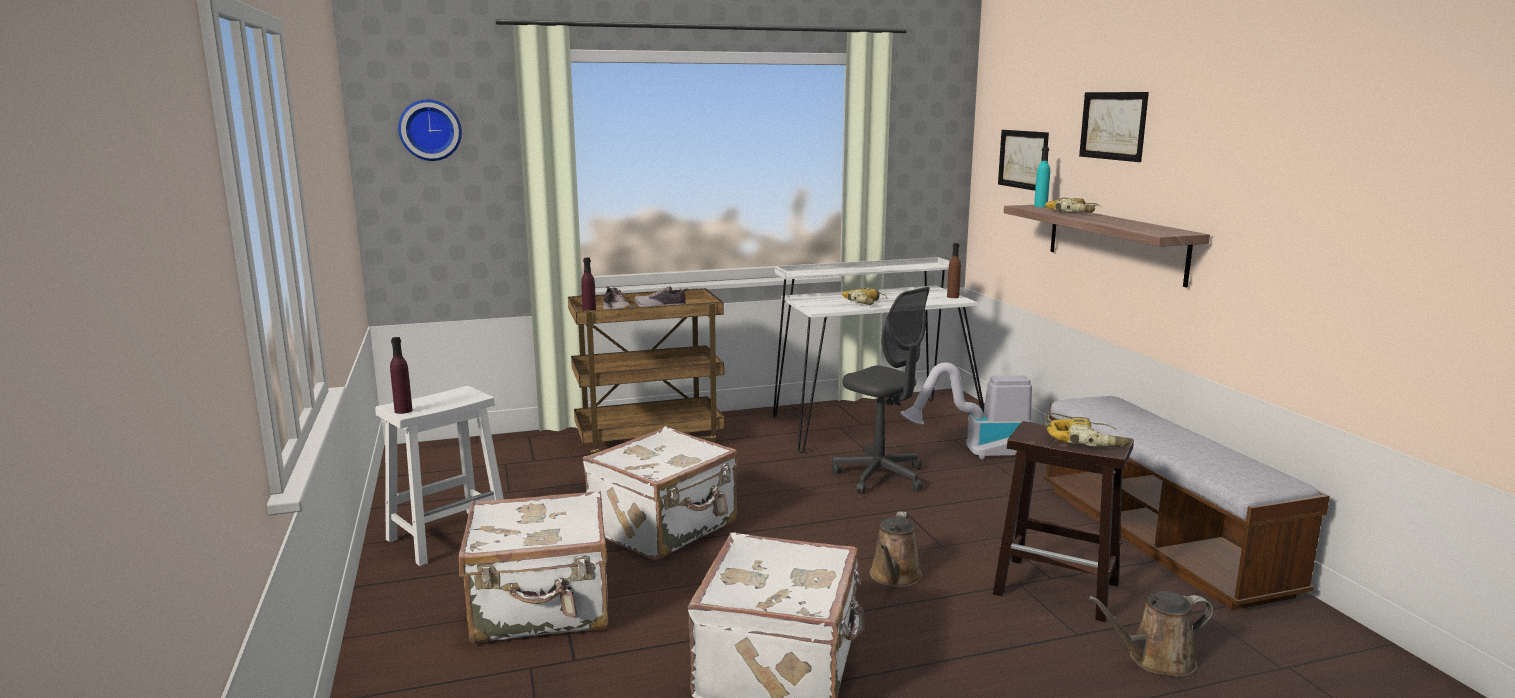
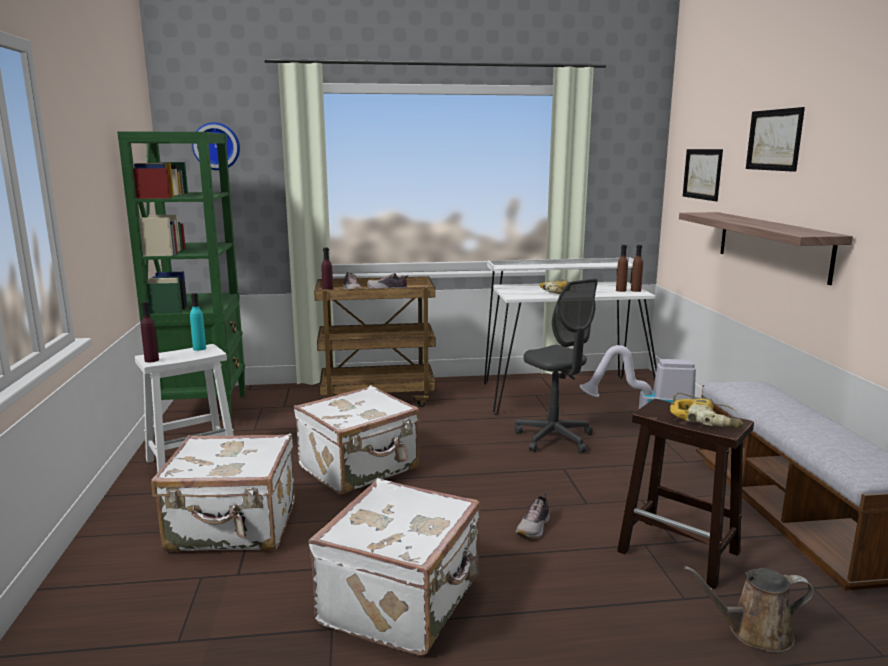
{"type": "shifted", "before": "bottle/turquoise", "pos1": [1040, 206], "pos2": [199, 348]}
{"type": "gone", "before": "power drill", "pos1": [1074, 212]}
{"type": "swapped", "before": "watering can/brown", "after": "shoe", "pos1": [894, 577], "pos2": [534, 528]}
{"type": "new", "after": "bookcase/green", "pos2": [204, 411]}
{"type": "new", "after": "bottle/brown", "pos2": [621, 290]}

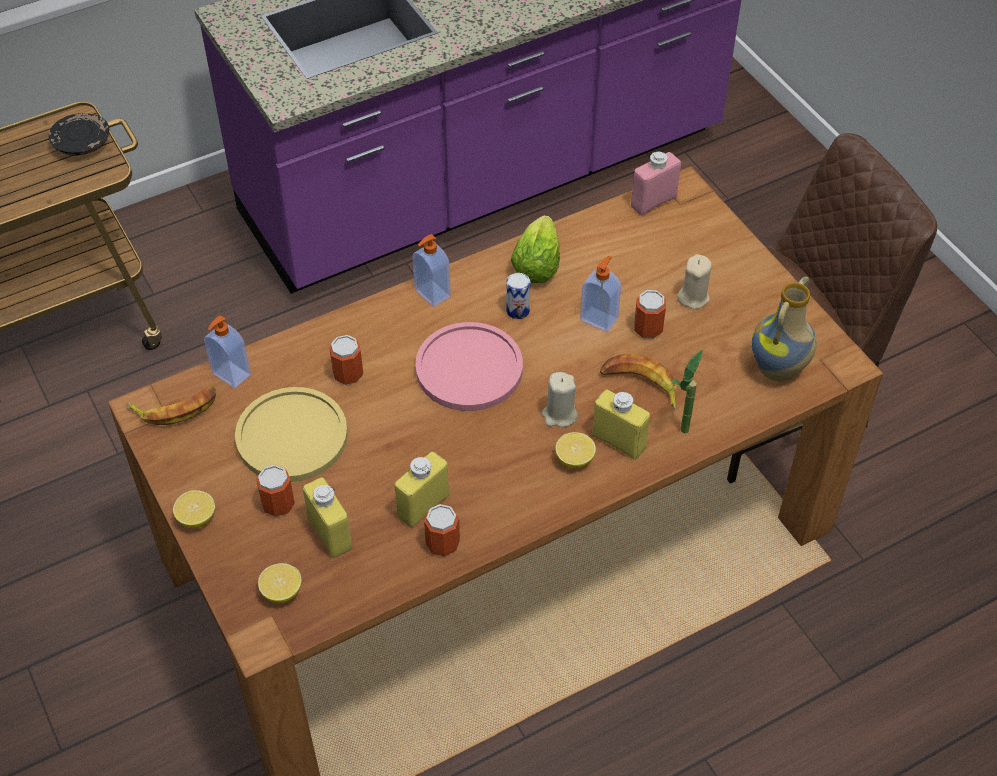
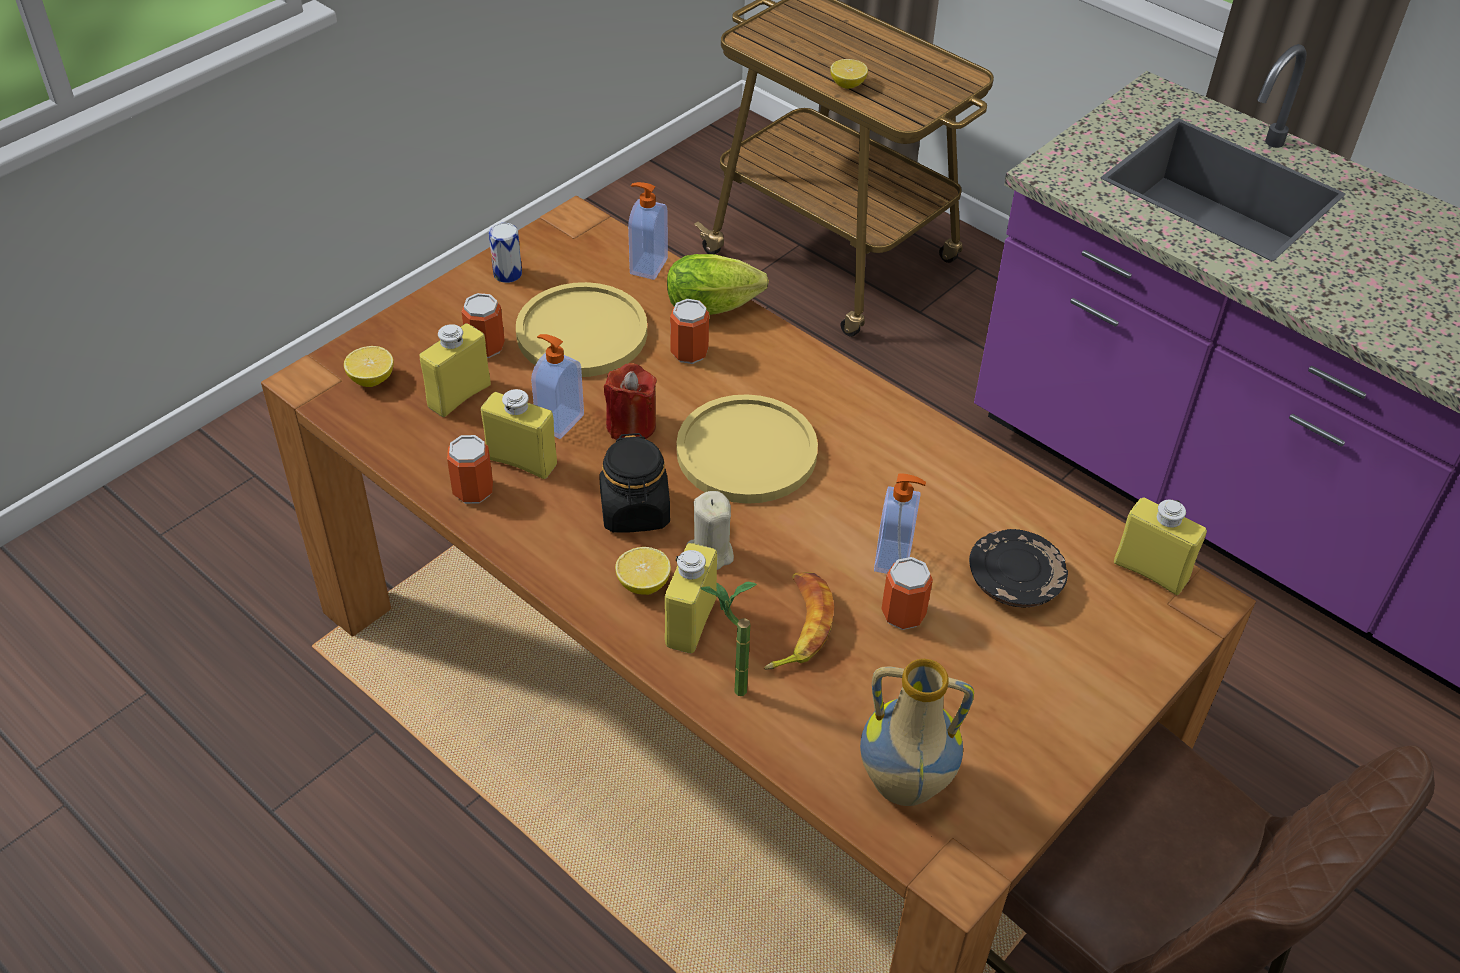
{"type": "shifted", "before": "plate/black", "pos1": [81, 143], "pos2": [1014, 580]}
{"type": "repainted", "before": "bottle/pink", "after": "bottle/yellow", "pos1": [653, 201], "pos2": [1150, 571]}
{"type": "shifted", "before": "lettuce", "pos1": [538, 263], "pos2": [717, 307]}
{"type": "shifted", "before": "soap dispenser", "pos1": [431, 294], "pos2": [558, 421]}
{"type": "gone", "before": "candle/beige", "pos1": [693, 297]}
{"type": "shifted", "before": "can", "pos1": [517, 310], "pos2": [507, 274]}
{"type": "repainted", "before": "plate/pink", "after": "plate/yellow", "pos1": [469, 368], "pos2": [746, 451]}
{"type": "gone", "before": "banana", "pos1": [176, 408]}
{"type": "shifted", "before": "lemon", "pos1": [197, 518], "pos2": [847, 84]}
{"type": "new", "after": "candle/red", "pos2": [631, 425]}
{"type": "new", "after": "jar/black", "pos2": [635, 511]}

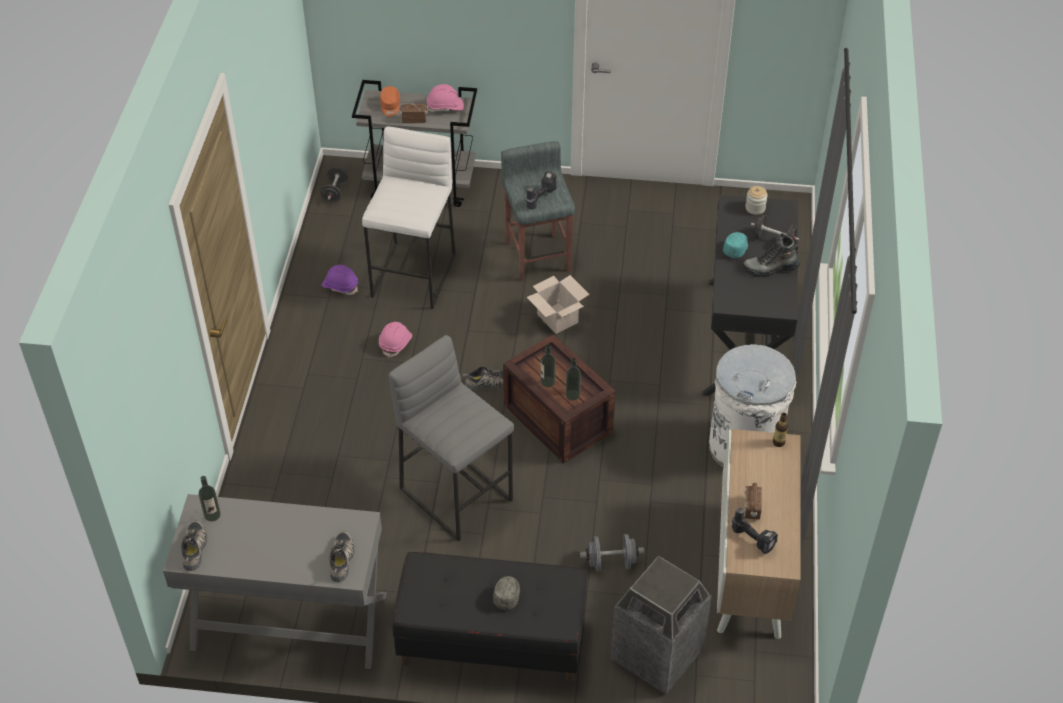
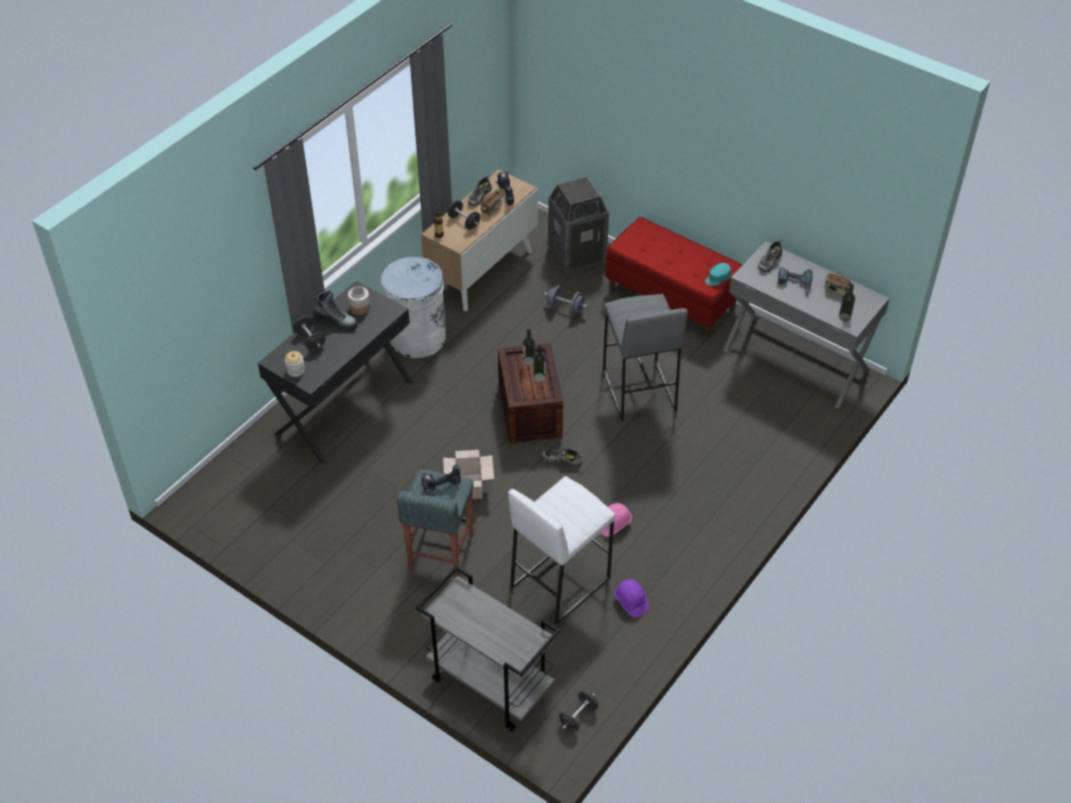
{"type": "gone", "before": "hard hat/pink", "pos1": [445, 107]}
{"type": "gone", "before": "cap/orange", "pos1": [390, 106]}
{"type": "shifted", "before": "radio", "pos1": [414, 119], "pos2": [836, 290]}
{"type": "shifted", "before": "cap/turquoise", "pos1": [736, 248], "pos2": [717, 278]}
{"type": "shifted", "before": "shoe", "pos1": [195, 548], "pos2": [479, 195]}
{"type": "repainted", "before": "bench/black", "after": "bench/red", "pos1": [491, 642], "pos2": [671, 299]}
{"type": "gone", "before": "cap/grey", "pos1": [507, 594]}
{"type": "new", "after": "dumbbell/black", "pos2": [464, 222]}
{"type": "new", "after": "power drill", "pos2": [794, 282]}
{"type": "new", "after": "jar", "pos2": [359, 307]}

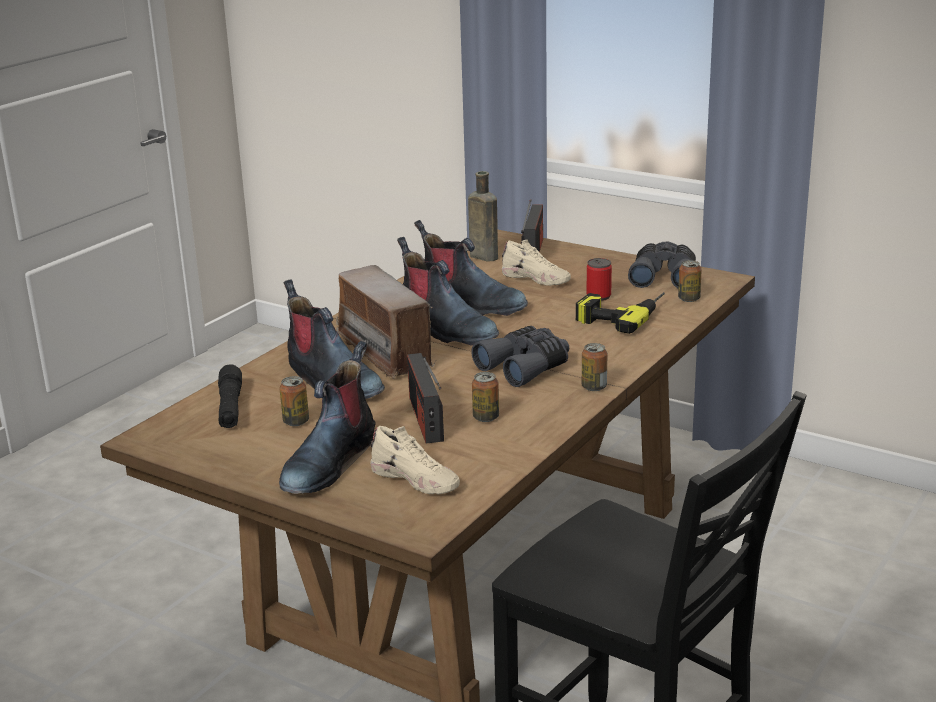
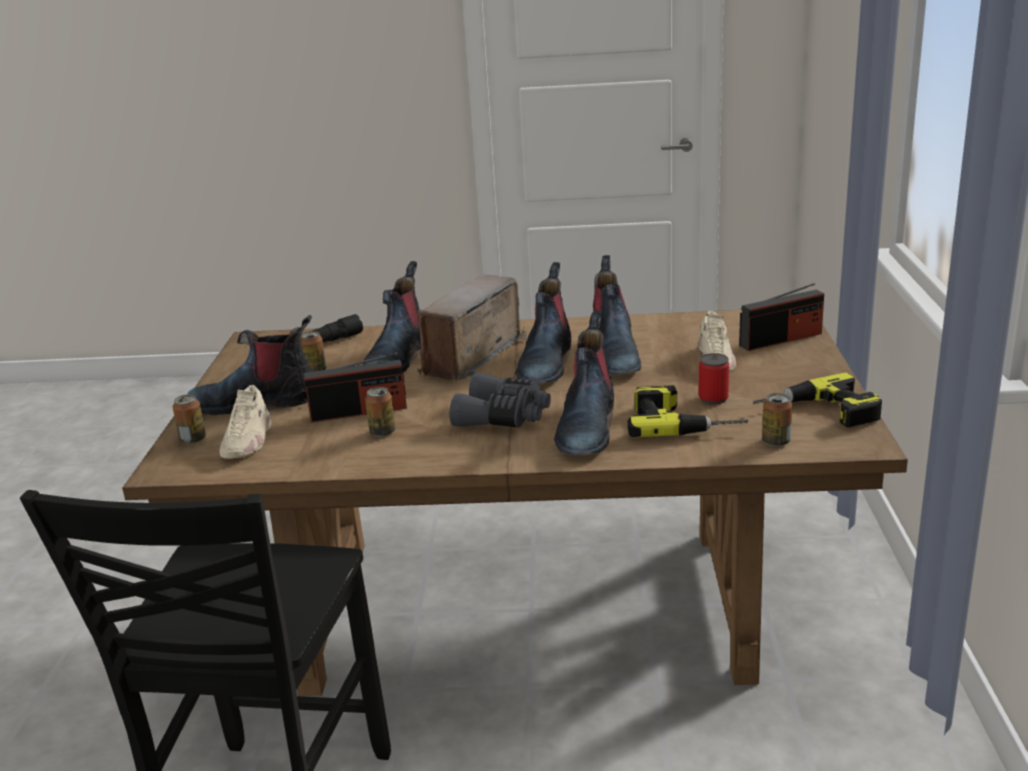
{"type": "gone", "before": "bottle/brown", "pos1": [482, 256]}
{"type": "swapped", "before": "binoculars/grey", "after": "power drill", "pos1": [664, 276], "pos2": [819, 413]}
{"type": "shifted", "before": "can", "pos1": [594, 387], "pos2": [193, 439]}
{"type": "rotated", "before": "radio", "pos1": [426, 419], "pos2": [359, 411], "turn": -150}
{"type": "new", "after": "boot", "pos2": [586, 427]}

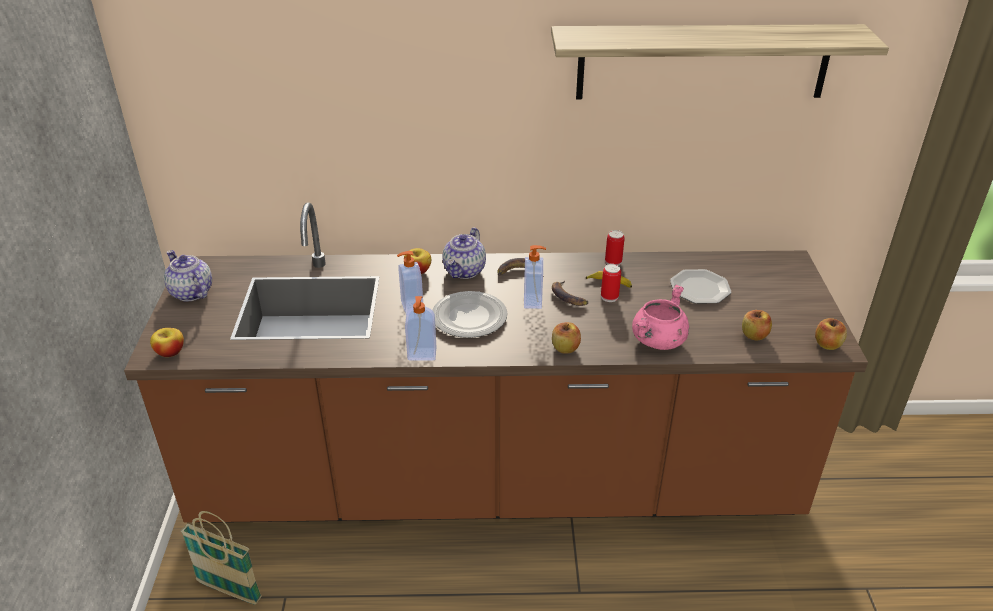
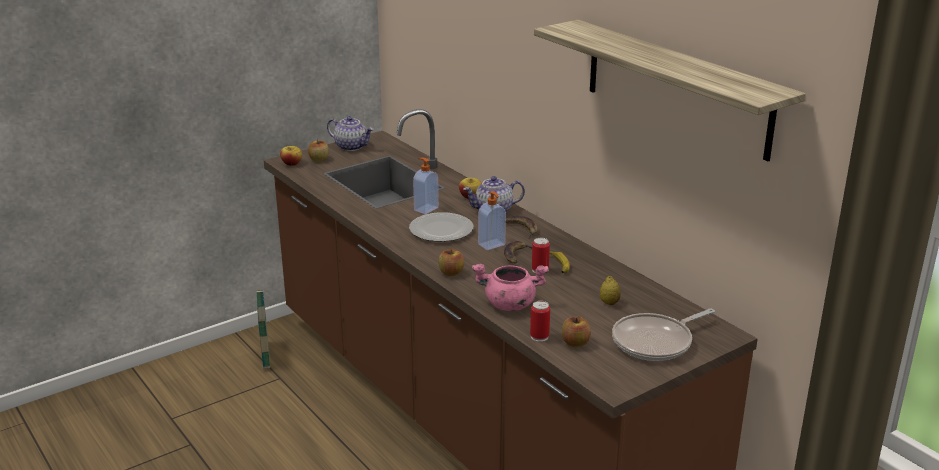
{"type": "shifted", "before": "can", "pos1": [613, 262], "pos2": [539, 336]}
{"type": "rotated", "before": "teapot", "pos1": [191, 292], "pos2": [351, 146], "turn": 105}
{"type": "swapped", "before": "plate", "after": "lemon", "pos1": [699, 288], "pos2": [609, 303]}
{"type": "gone", "before": "soap dispenser", "pos1": [422, 355]}
{"type": "shifted", "before": "apple", "pos1": [827, 344], "pos2": [319, 159]}
{"type": "new", "after": "frying pan", "pos2": [656, 342]}

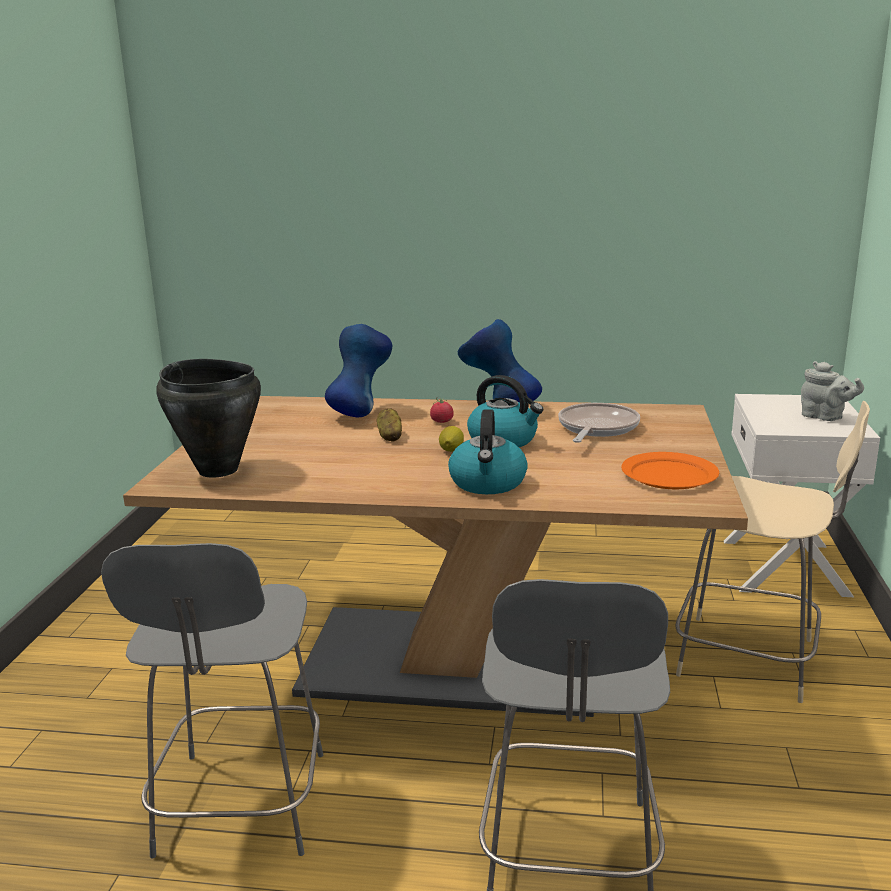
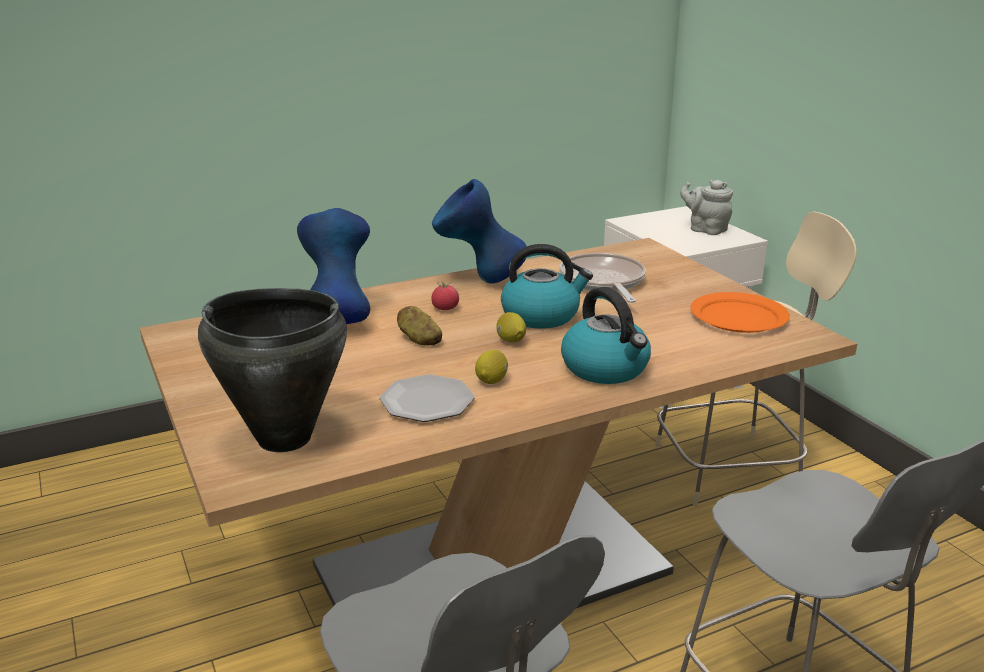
{"type": "rotated", "before": "teapot/grey", "pos1": [825, 417], "pos2": [705, 229], "turn": -150}
{"type": "new", "after": "lemon", "pos2": [492, 380]}
{"type": "new", "after": "plate", "pos2": [428, 401]}

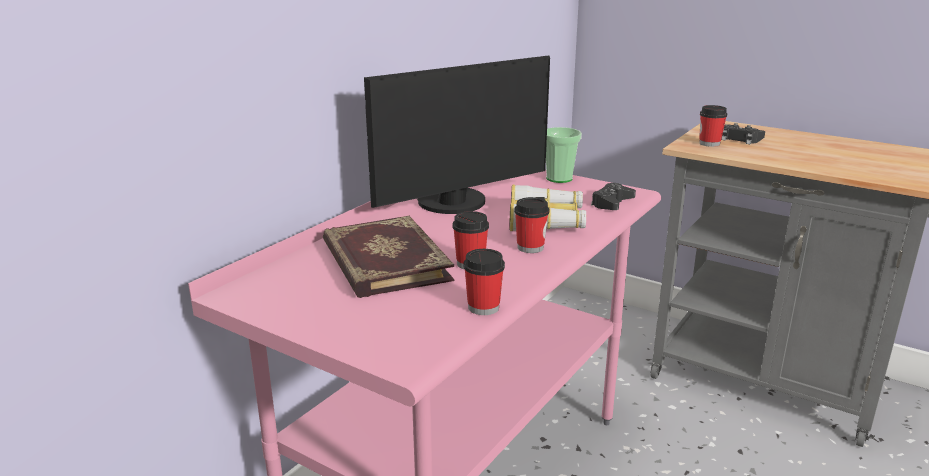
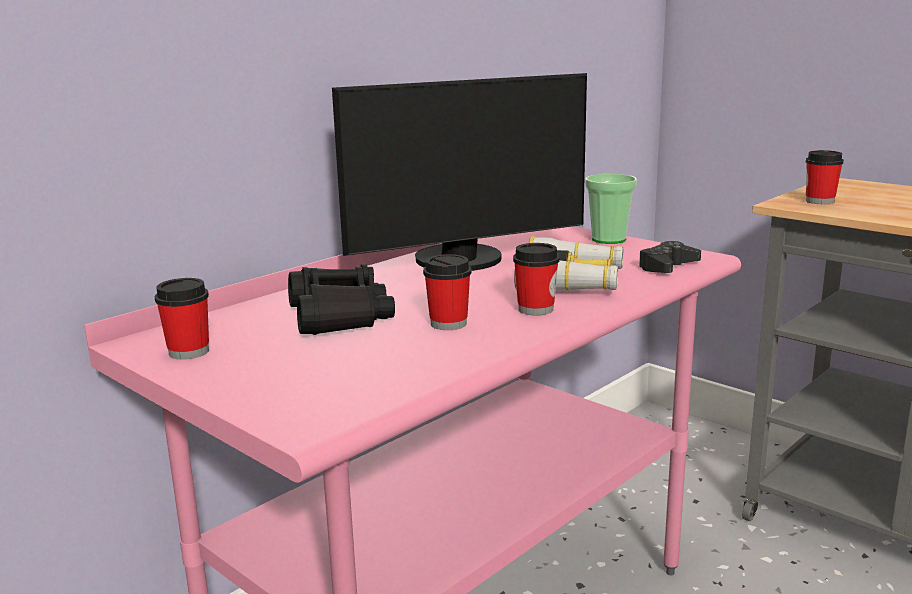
{"type": "gone", "before": "game controller/black", "pos1": [739, 139]}
{"type": "swapped", "before": "book", "after": "binoculars/black", "pos1": [383, 261], "pos2": [339, 317]}
{"type": "shifted", "before": "cup", "pos1": [483, 307], "pos2": [189, 352]}

